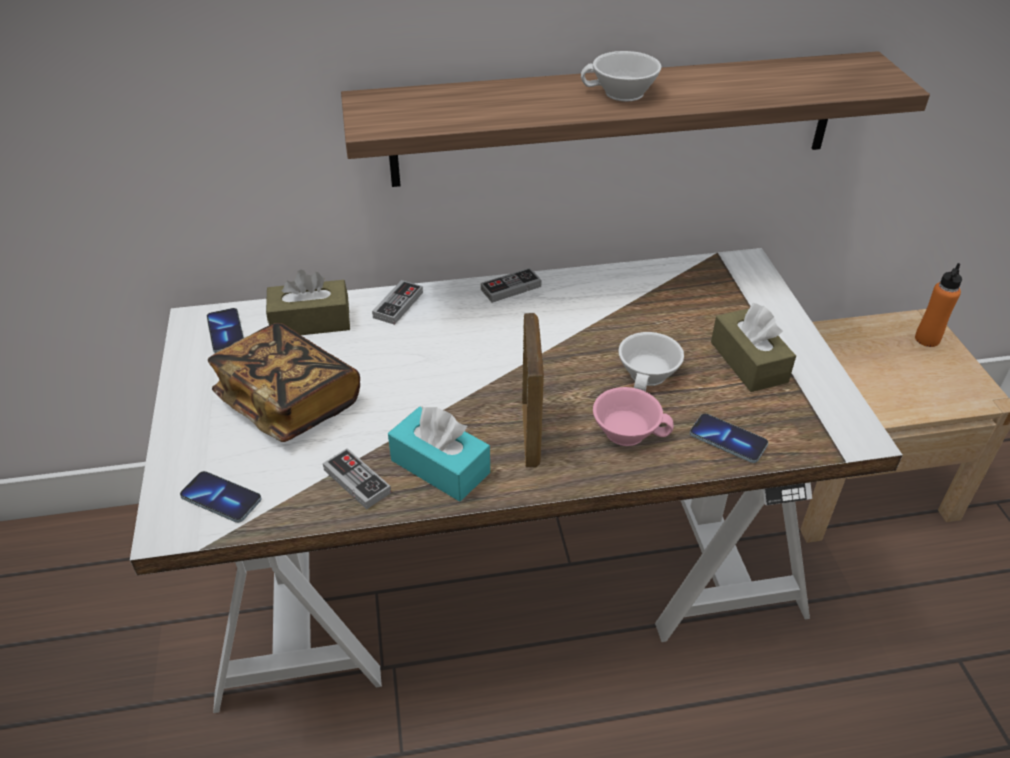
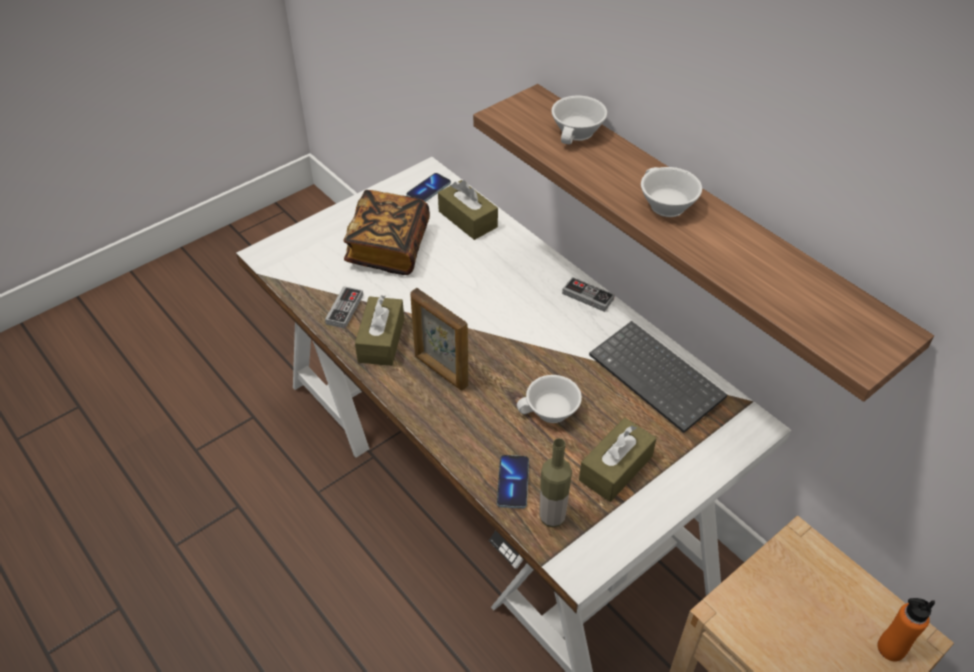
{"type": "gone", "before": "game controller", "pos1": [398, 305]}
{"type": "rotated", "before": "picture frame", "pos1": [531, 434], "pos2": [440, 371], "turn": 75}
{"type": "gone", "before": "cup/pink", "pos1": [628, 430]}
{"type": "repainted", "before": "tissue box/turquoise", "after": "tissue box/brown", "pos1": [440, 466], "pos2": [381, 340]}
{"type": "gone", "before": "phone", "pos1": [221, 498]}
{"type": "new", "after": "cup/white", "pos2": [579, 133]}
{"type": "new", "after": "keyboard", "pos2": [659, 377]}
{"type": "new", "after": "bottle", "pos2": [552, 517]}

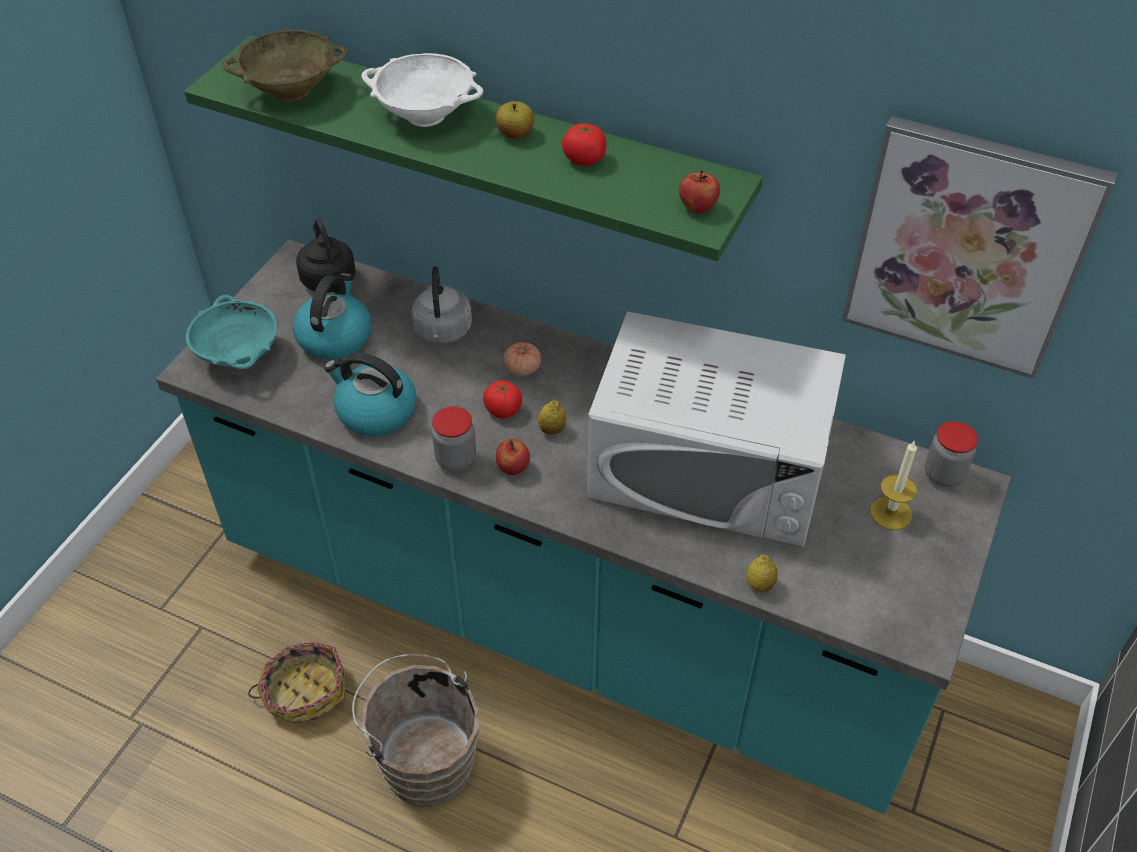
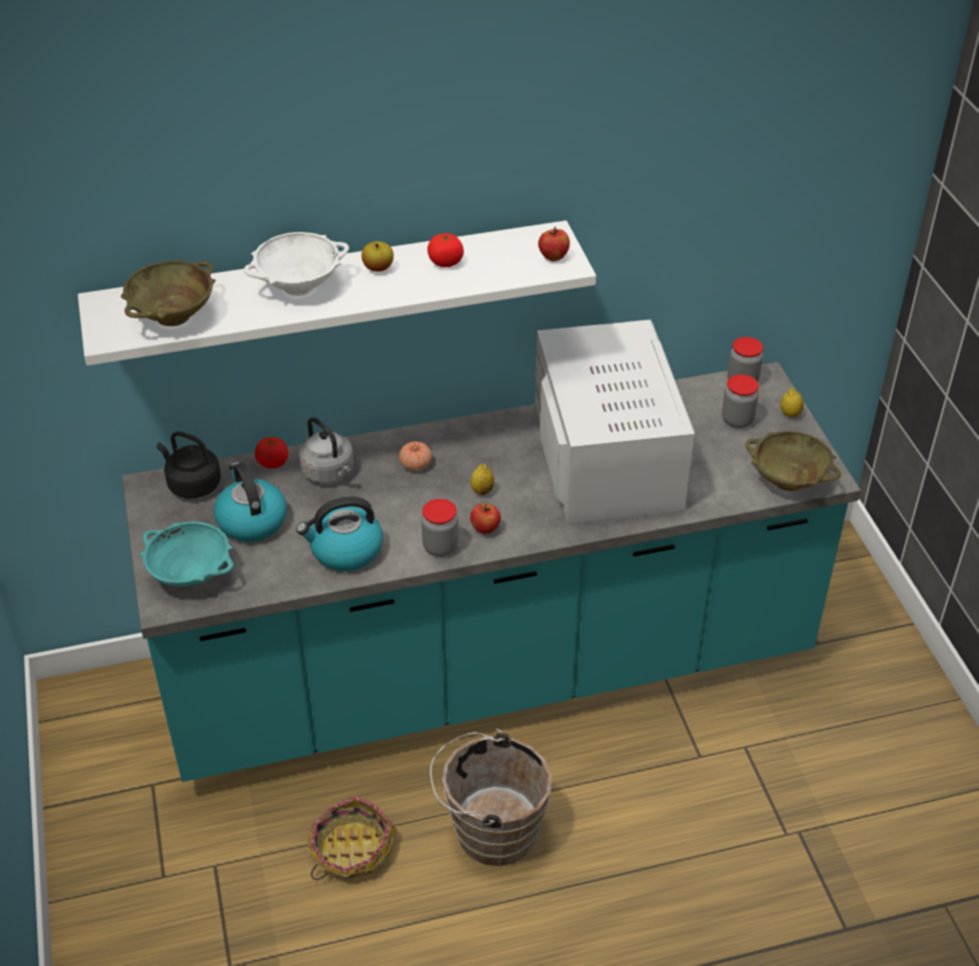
{"type": "repainted", "before": "shelf/green", "after": "shelf/white", "pos1": [492, 141], "pos2": [332, 290]}
{"type": "gone", "before": "picture", "pos1": [968, 248]}
{"type": "rotated", "before": "microwave/white", "pos1": [709, 467], "pos2": [607, 455], "turn": -75}
{"type": "shifted", "before": "tomato", "pos1": [503, 410], "pos2": [272, 462]}
{"type": "swapped", "before": "candle", "after": "jar", "pos1": [890, 513], "pos2": [737, 420]}
{"type": "shifted", "before": "lemon", "pos1": [759, 584], "pos2": [790, 414]}
{"type": "new", "after": "bowl/beige", "pos2": [789, 480]}

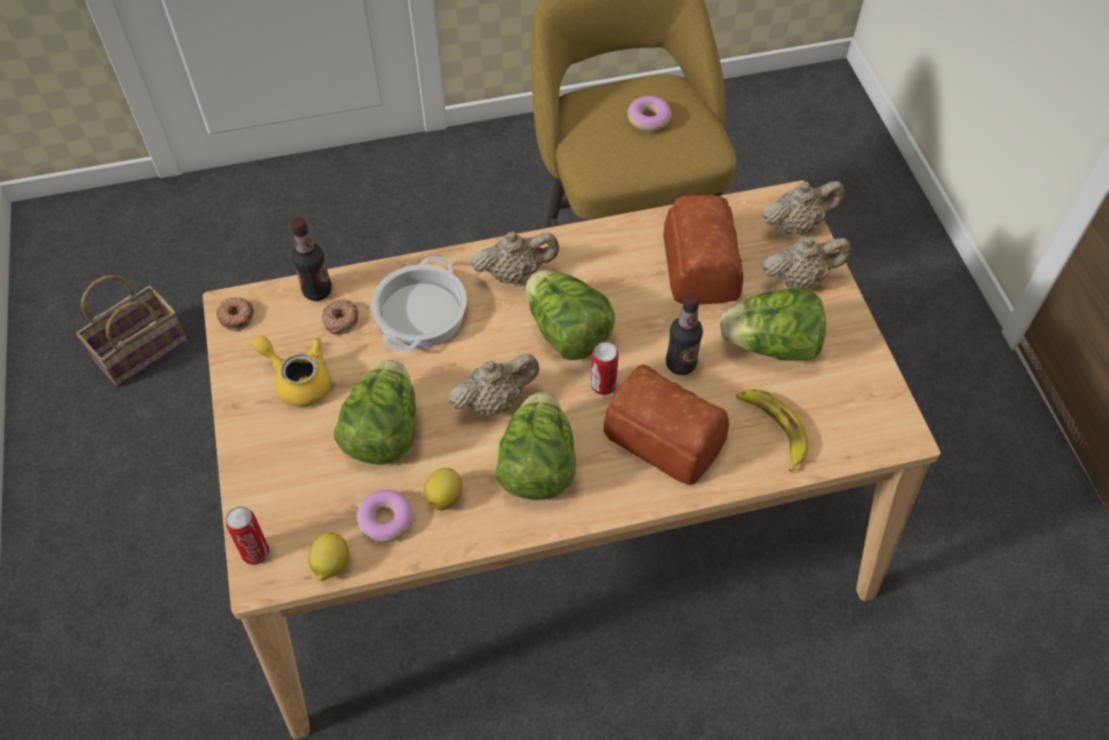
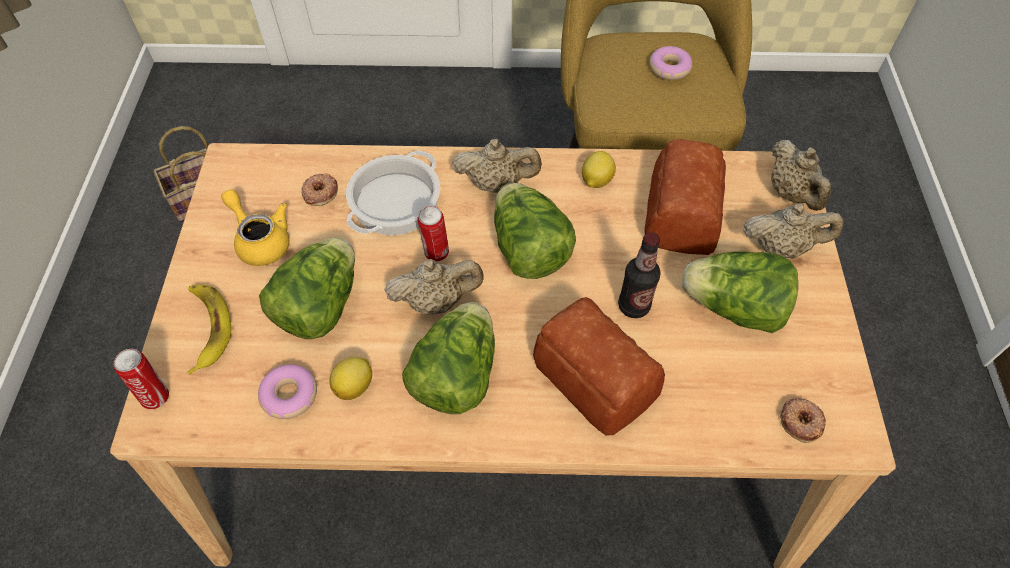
{"type": "rotated", "before": "teapot/beige", "pos1": [797, 225], "pos2": [791, 194], "turn": 75}
{"type": "gone", "before": "bottle", "pos1": [317, 291]}
{"type": "shifted", "before": "donut", "pos1": [236, 316], "pos2": [801, 421]}
{"type": "shifted", "before": "can", "pos1": [603, 386], "pos2": [436, 253]}
{"type": "shifted", "before": "banana", "pos1": [772, 428], "pos2": [207, 328]}
{"type": "shifted", "before": "lemon", "pos1": [331, 564], "pos2": [596, 181]}

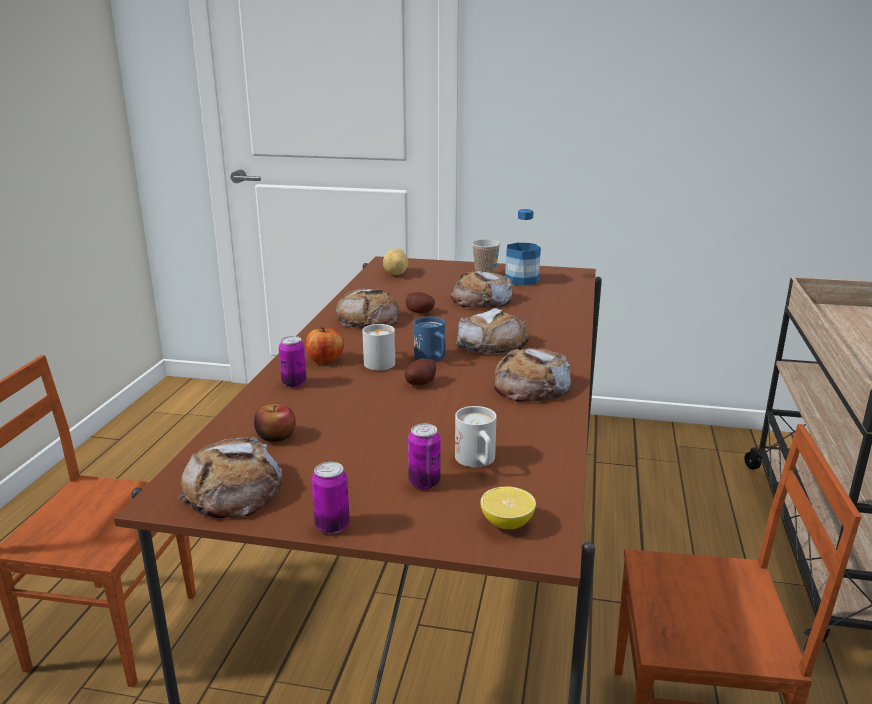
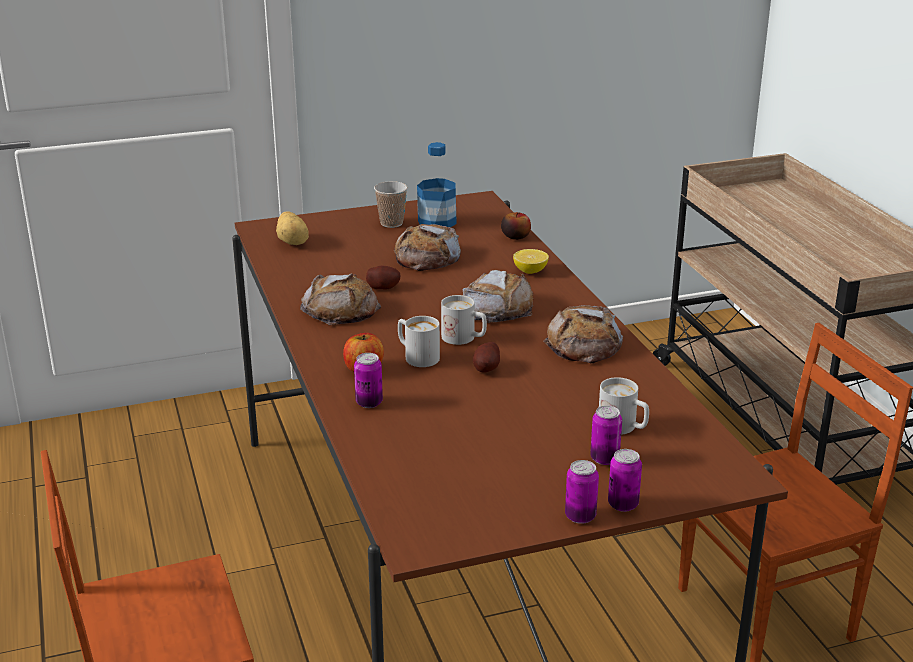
{"type": "repainted", "before": "mug/blue", "after": "mug/white", "pos1": [433, 358], "pos2": [464, 339]}
{"type": "shifted", "before": "apple", "pos1": [276, 436], "pos2": [515, 236]}
{"type": "gone", "before": "bread", "pos1": [233, 490]}
{"type": "shifted", "before": "lemon", "pos1": [507, 523], "pos2": [530, 271]}
{"type": "new", "after": "can", "pos2": [623, 504]}

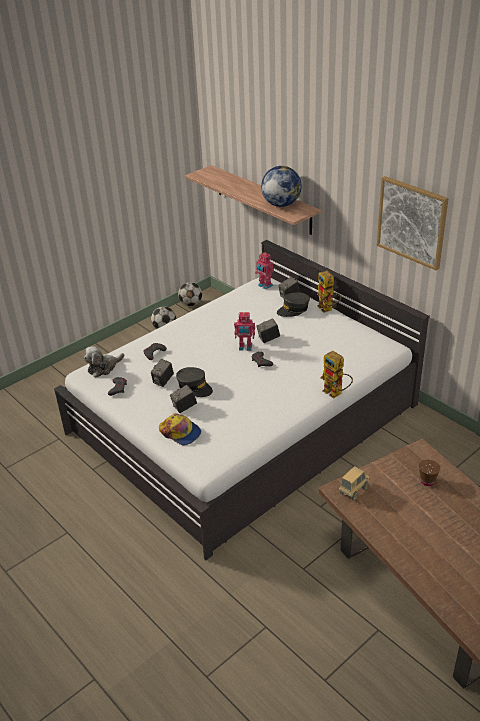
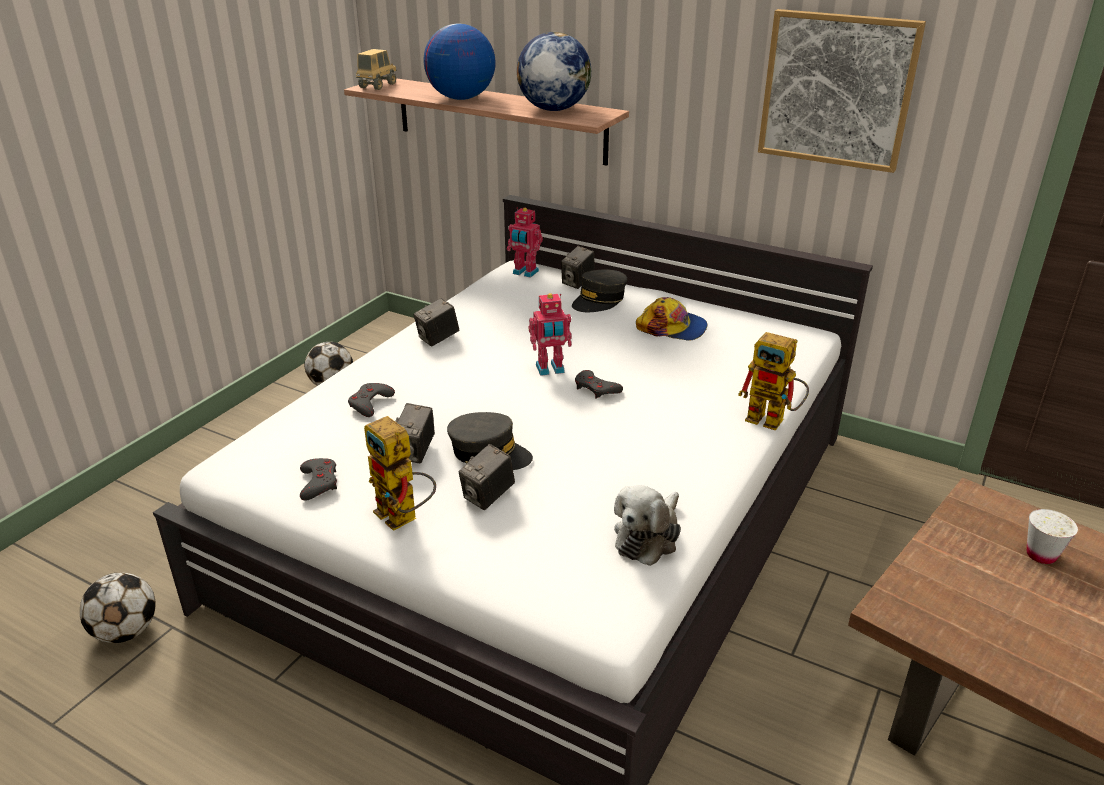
{"type": "shifted", "before": "toy robot", "pos1": [328, 309], "pos2": [404, 518]}
{"type": "shifted", "before": "football", "pos1": [191, 304], "pos2": [126, 632]}
{"type": "shifted", "before": "photo camera", "pos1": [268, 339], "pos2": [438, 339]}
{"type": "shifted", "before": "plush toy", "pos1": [103, 368], "pos2": [648, 536]}
{"type": "shifted", "before": "cap", "pos1": [180, 432], "pos2": [672, 328]}
{"type": "repainted", "before": "cup/brown", "after": "cup/white", "pos1": [427, 481], "pos2": [1041, 555]}
{"type": "shifted", "before": "toy truck", "pos1": [353, 491], "pos2": [377, 86]}
{"type": "new", "after": "globe", "pos2": [461, 98]}

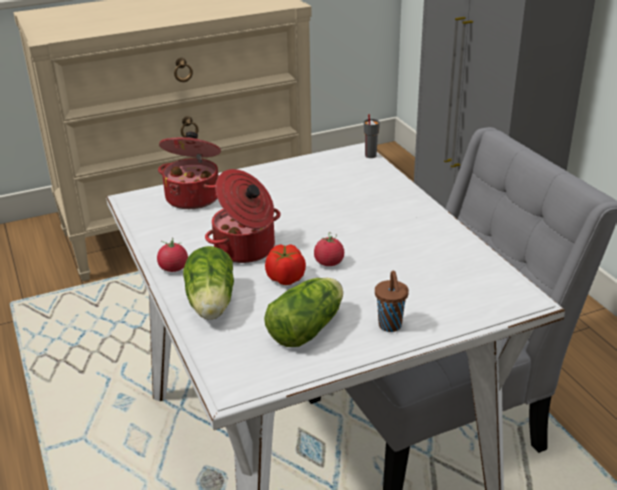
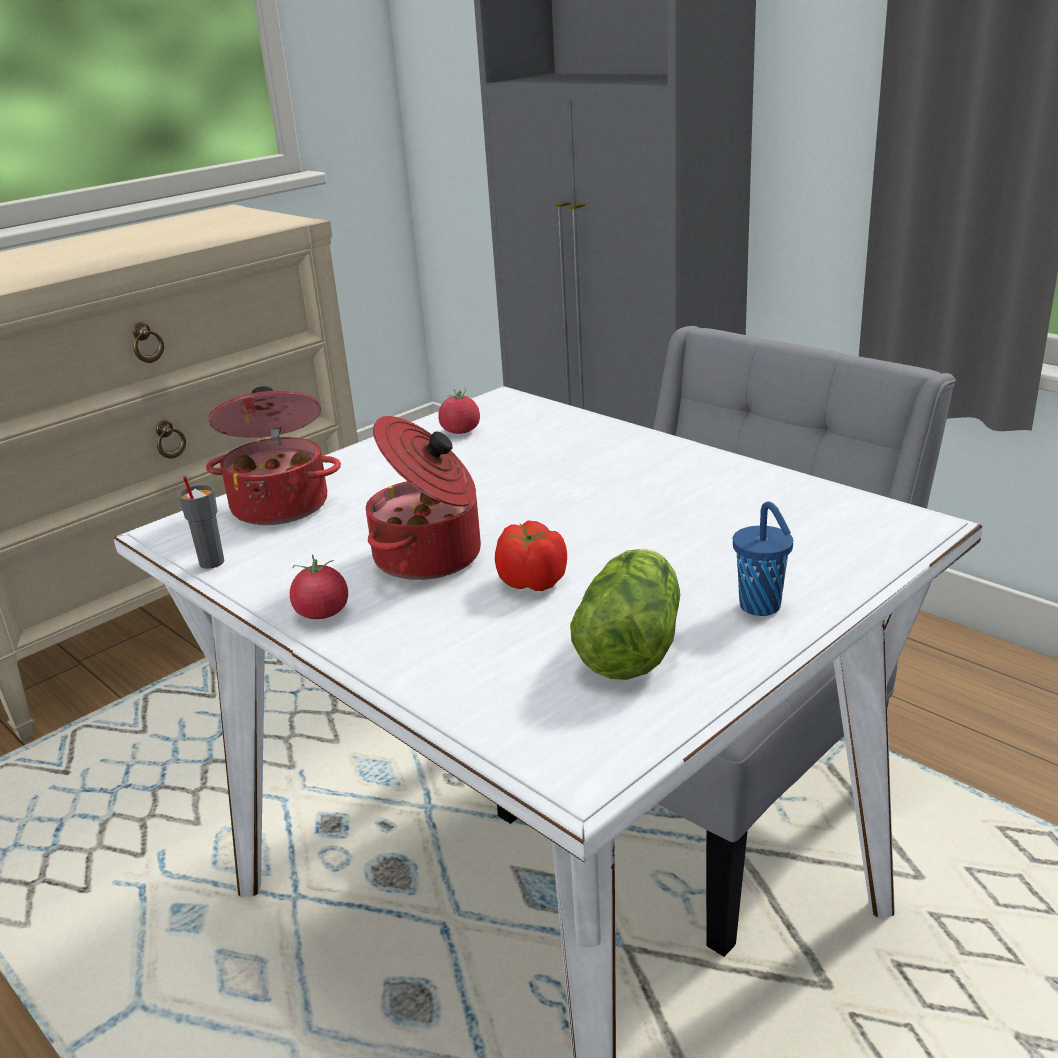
{"type": "shifted", "before": "cup/grey", "pos1": [370, 155], "pos2": [211, 563]}
{"type": "shifted", "before": "tomato", "pos1": [329, 263], "pos2": [460, 431]}
{"type": "gone", "before": "lettuce", "pos1": [211, 305]}
{"type": "repainted", "before": "cup/brown", "after": "cup/blue", "pos1": [390, 326], "pos2": [762, 607]}

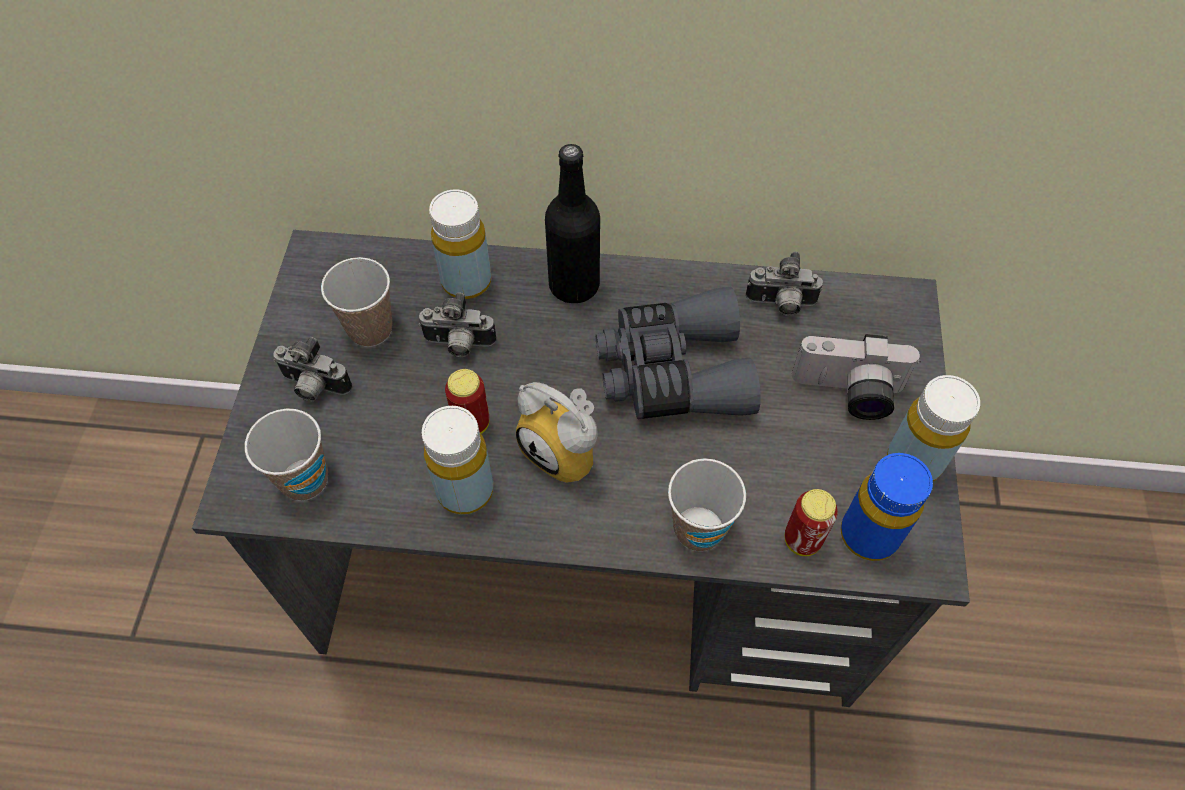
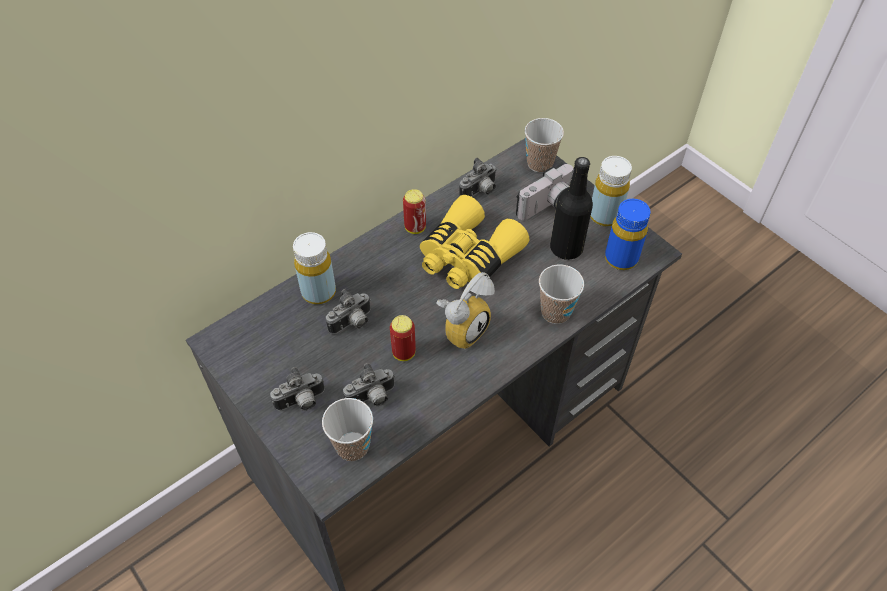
{"type": "shifted", "before": "bottle/black", "pos1": [574, 285], "pos2": [566, 248]}
{"type": "shifted", "before": "cup", "pos1": [370, 329], "pos2": [540, 164]}
{"type": "repainted", "before": "binoculars/grey", "after": "binoculars/yellow", "pos1": [672, 372], "pos2": [467, 257]}
{"type": "rotated", "before": "alarm clock", "pos1": [567, 451], "pos2": [462, 327], "turn": -45}
{"type": "gone", "before": "bottle/yellow", "pos1": [465, 490]}
{"type": "shifted", "before": "can", "pos1": [802, 540], "pos2": [415, 227]}
{"type": "new", "after": "photo camera", "pos2": [372, 398]}

